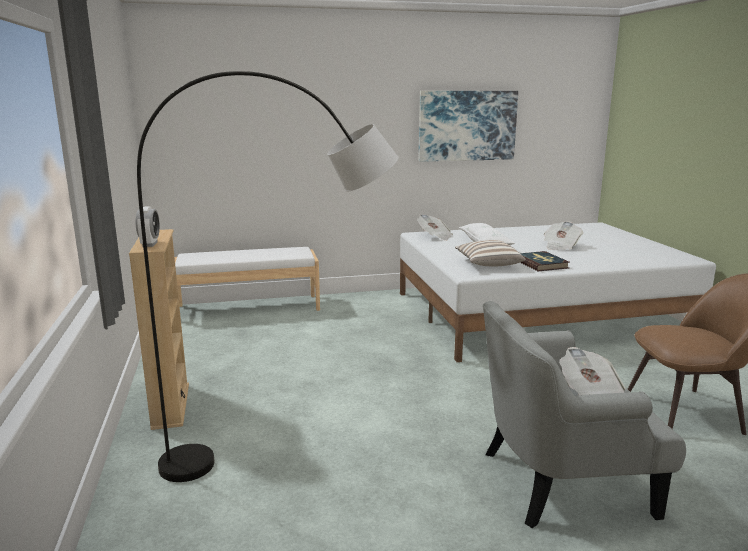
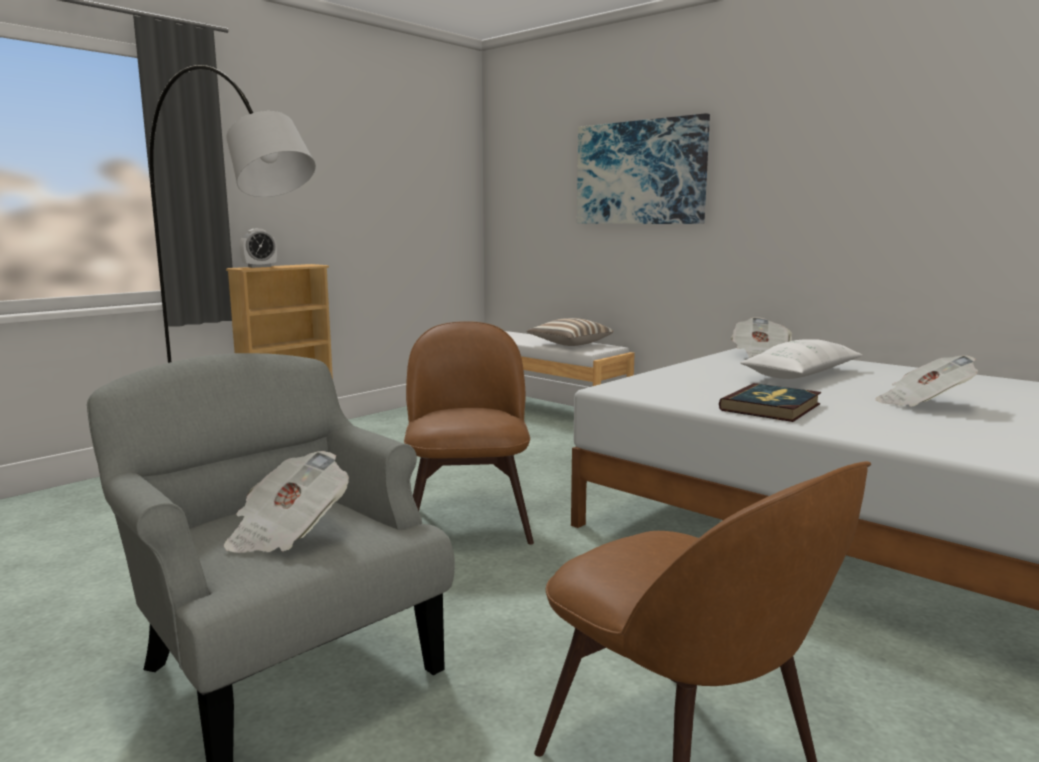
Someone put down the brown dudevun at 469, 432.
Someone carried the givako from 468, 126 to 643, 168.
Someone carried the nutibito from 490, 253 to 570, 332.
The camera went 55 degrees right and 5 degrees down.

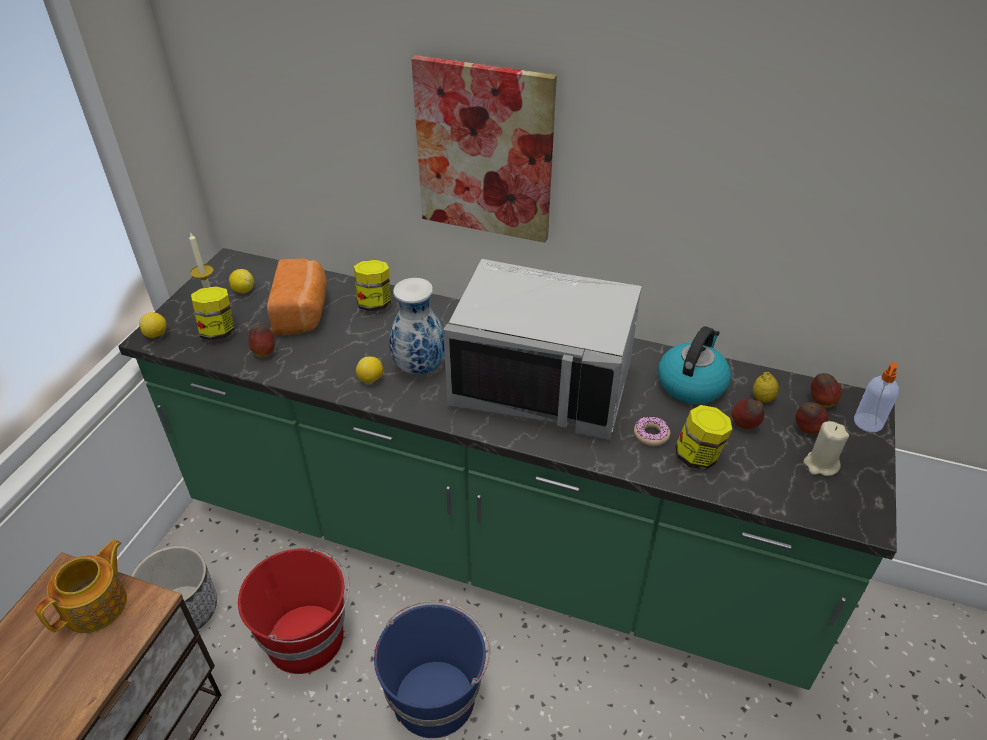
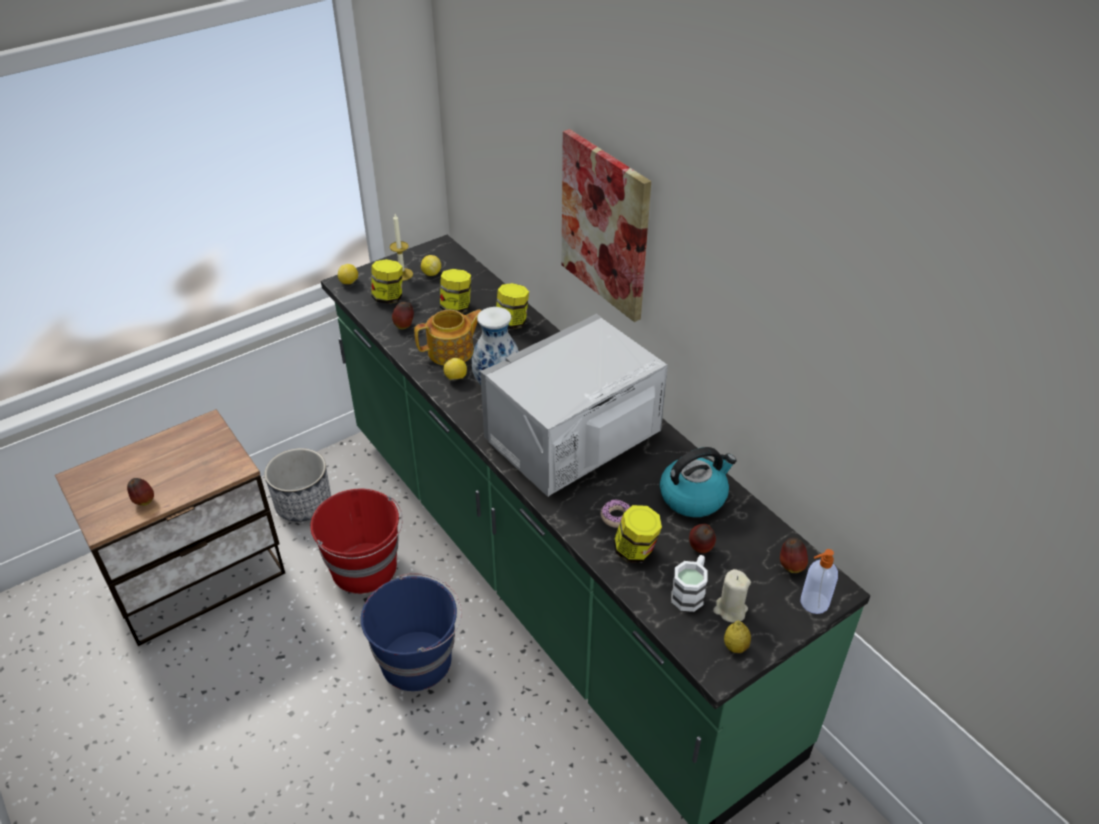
Someone put down the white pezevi at 689, 583.
Someone carried the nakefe from 81, 586 to 447, 337.
Someone carried the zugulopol from 766, 387 to 737, 637.
Someone carried the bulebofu from 811, 418 to 140, 492.
Someone swapped the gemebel at 297, 297 for the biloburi at 455, 291.
Someone rotated the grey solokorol at 542, 349 by 90 degrees clockwise.
The camera went 35 degrees right and 0 degrees up.

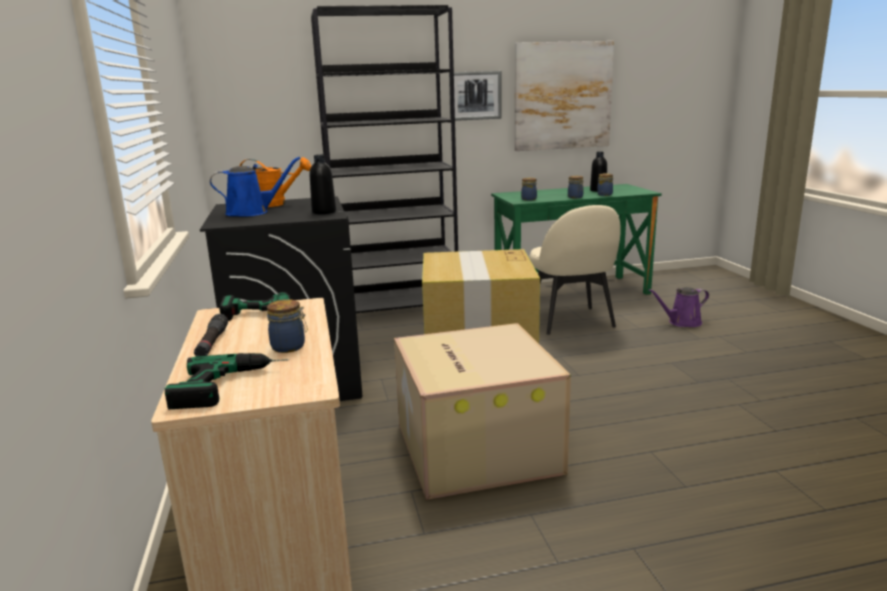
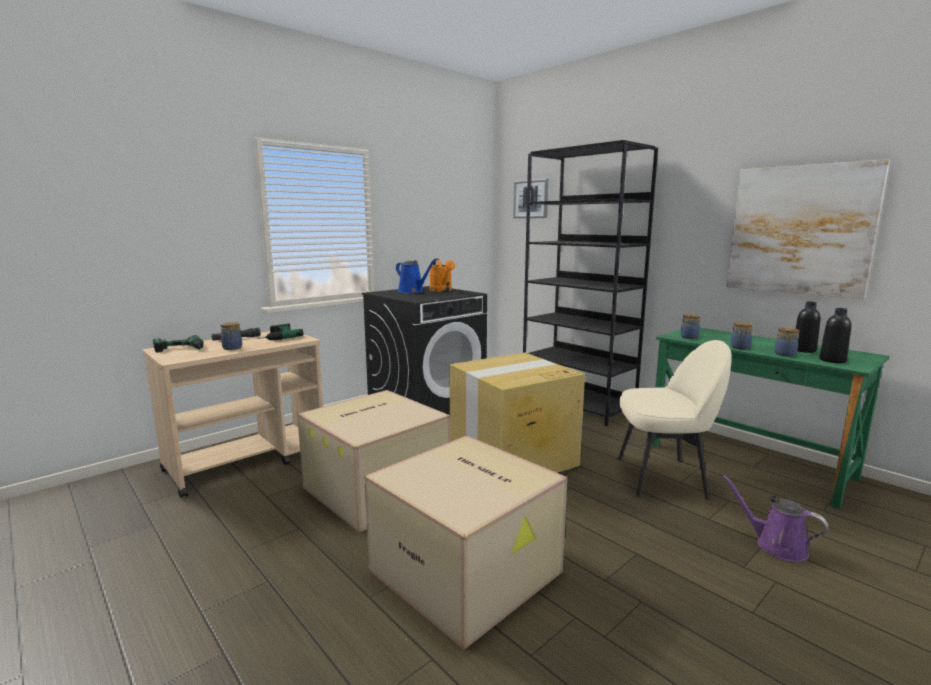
Someone put down the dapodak at 465, 542.
Someone carried the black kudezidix from 323, 184 to 835, 335.
Someone carried the givako from 475, 96 to 530, 198.
Someone rotated the beige dudevun at 575, 270 by 135 degrees counterclockwise.
The camera went 60 degrees right and 5 degrees down.

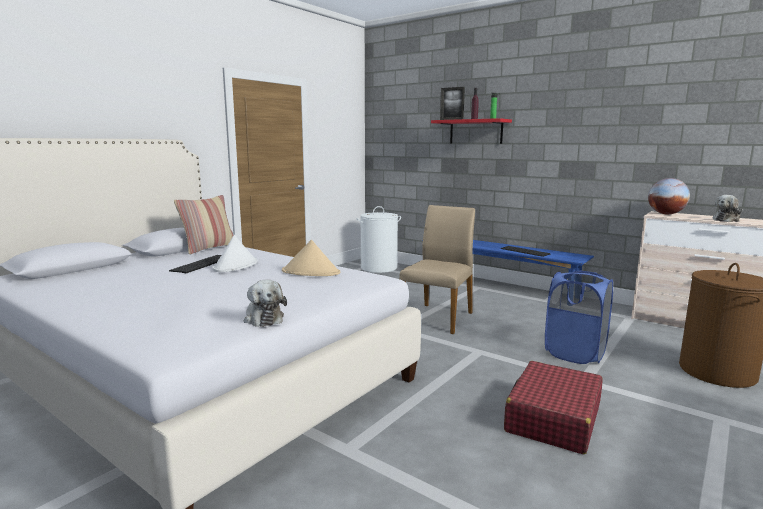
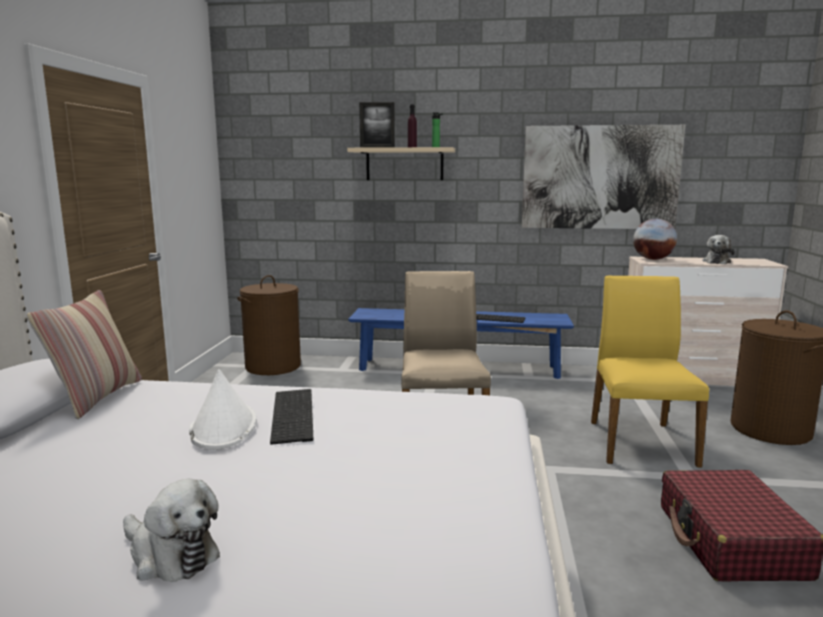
Someone took away the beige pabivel at 311, 258.
Someone put up the givako at 603, 177.
Someone carried the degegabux from 195, 264 to 291, 417.
Someone carried the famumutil from 265, 303 to 171, 530.
Someone swapped the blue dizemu at 579, 317 for the yellow dudevun at 650, 372.
Someone repainted the white dizemu at 379, 239, which became the brown dizemu at 269, 325.
Someone repainted the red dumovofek at 471, 131, which became the beige dumovofek at 401, 163.
The camera went 30 degrees left and 0 degrees up.

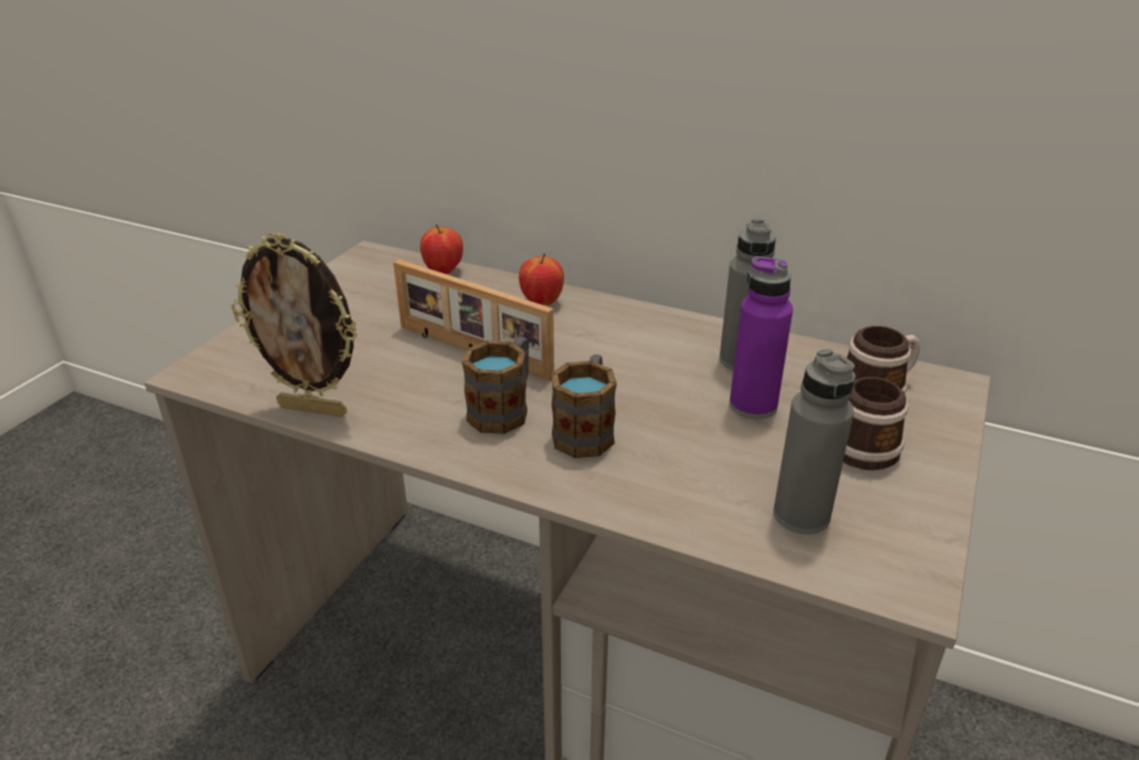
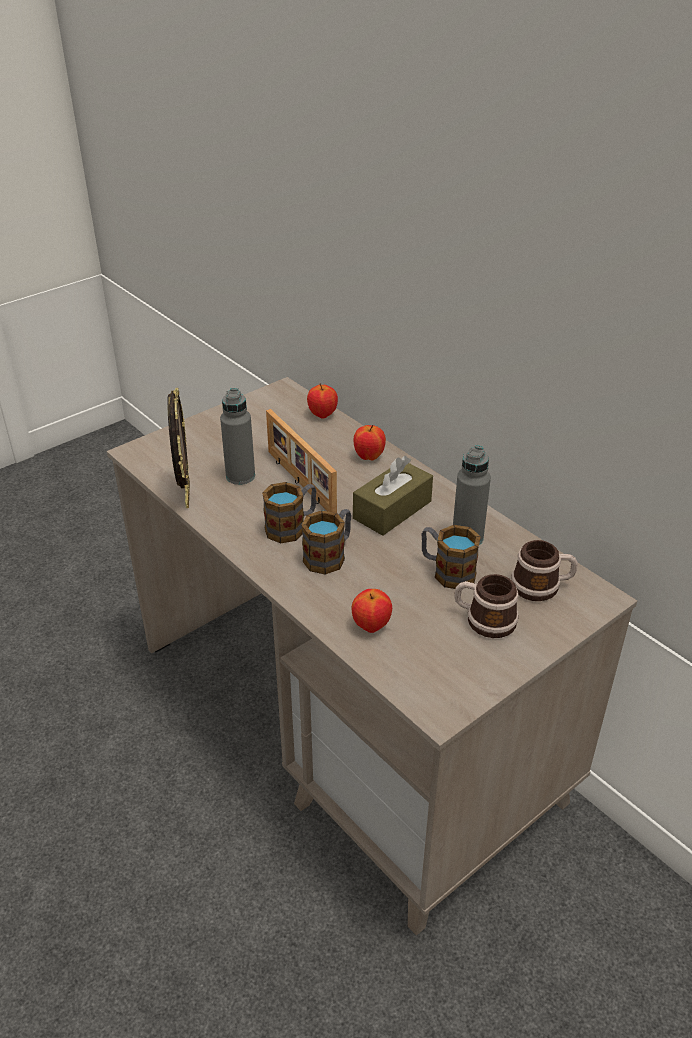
Someone put down the bulebofu at 371, 611.
Someone put down the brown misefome at 393, 496.
Someone carried the grey kudezidix from 814, 441 to 237, 436.
Someone swapped the purple kudezidix at 761, 337 for the pezevi at 451, 557.
Someone rotated the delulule at 294, 324 by 135 degrees counterclockwise.
The camera went 25 degrees right and 5 degrees up.

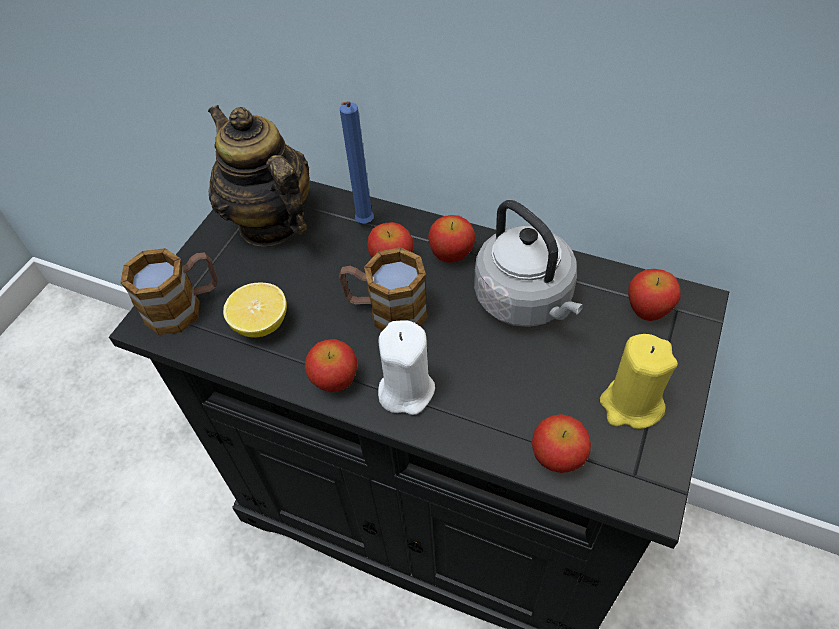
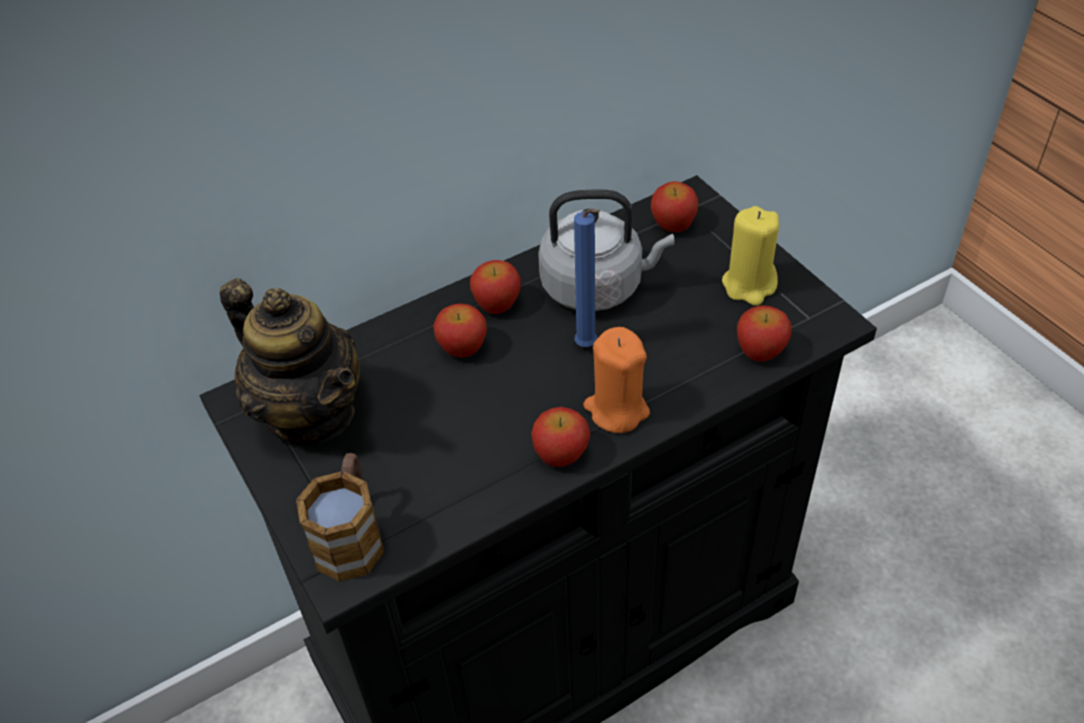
Someone took away the zugulopol at 255, 310.
Someone took away the pezevi at 383, 289.
Someone carried the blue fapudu from 357, 162 to 587, 277.
Someone repainted the white fapudu at 406, 367, which became the orange fapudu at 616, 380.
Someone rotated the nakefe at 259, 175 by 135 degrees counterclockwise.
The camera went 55 degrees left and 5 degrees down.

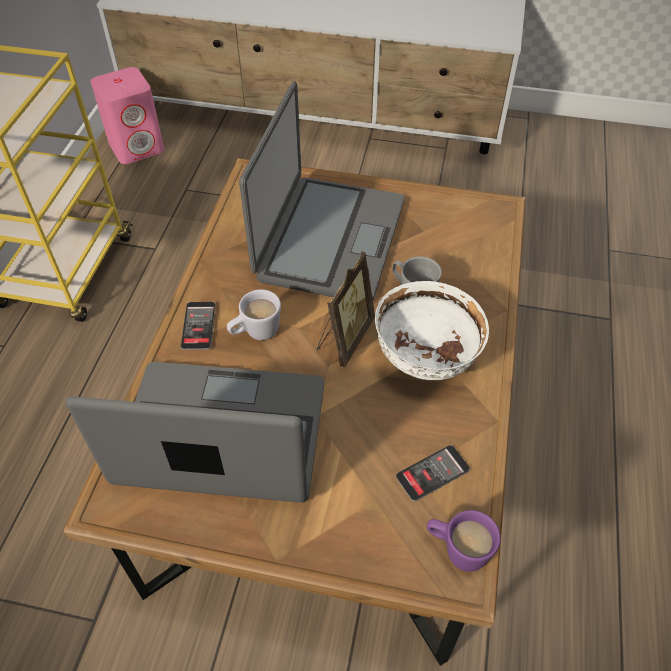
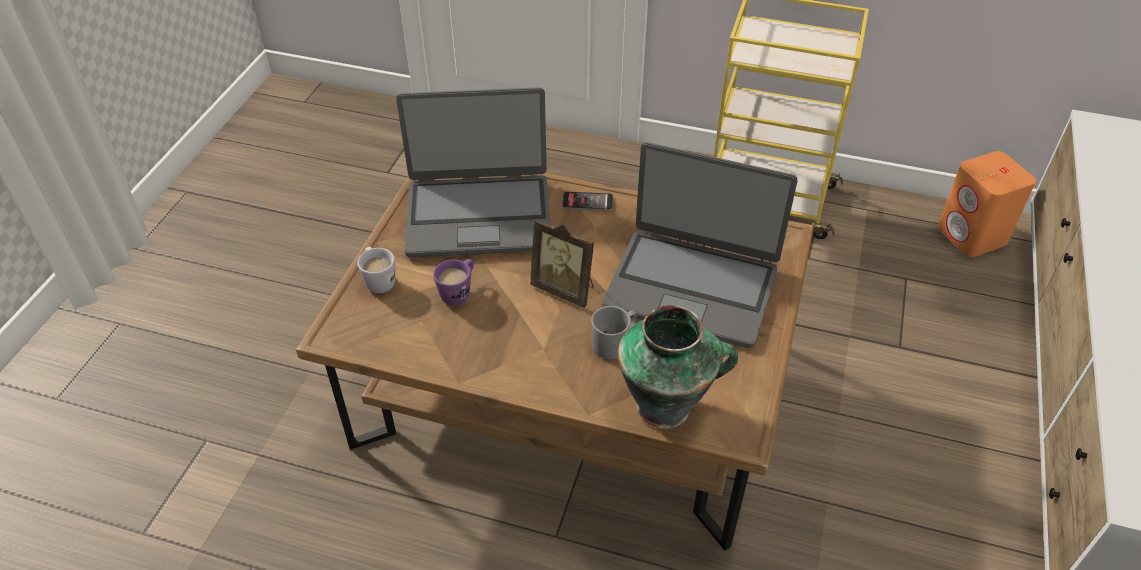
Someone took away the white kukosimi at 432, 330.
Someone took away the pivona at 433, 473.
Someone put down the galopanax at 678, 367.
Someone carried the white pezevi from 254, 314 to 376, 270.
Someone carried the purple pezevi from 464, 541 to 453, 282.
Someone repainted the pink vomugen at 127, 115, which became the orange vomugen at 986, 204.
Someone rotated the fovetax at 195, 432 by 75 degrees clockwise.
The camera went 95 degrees right and 5 degrees down.

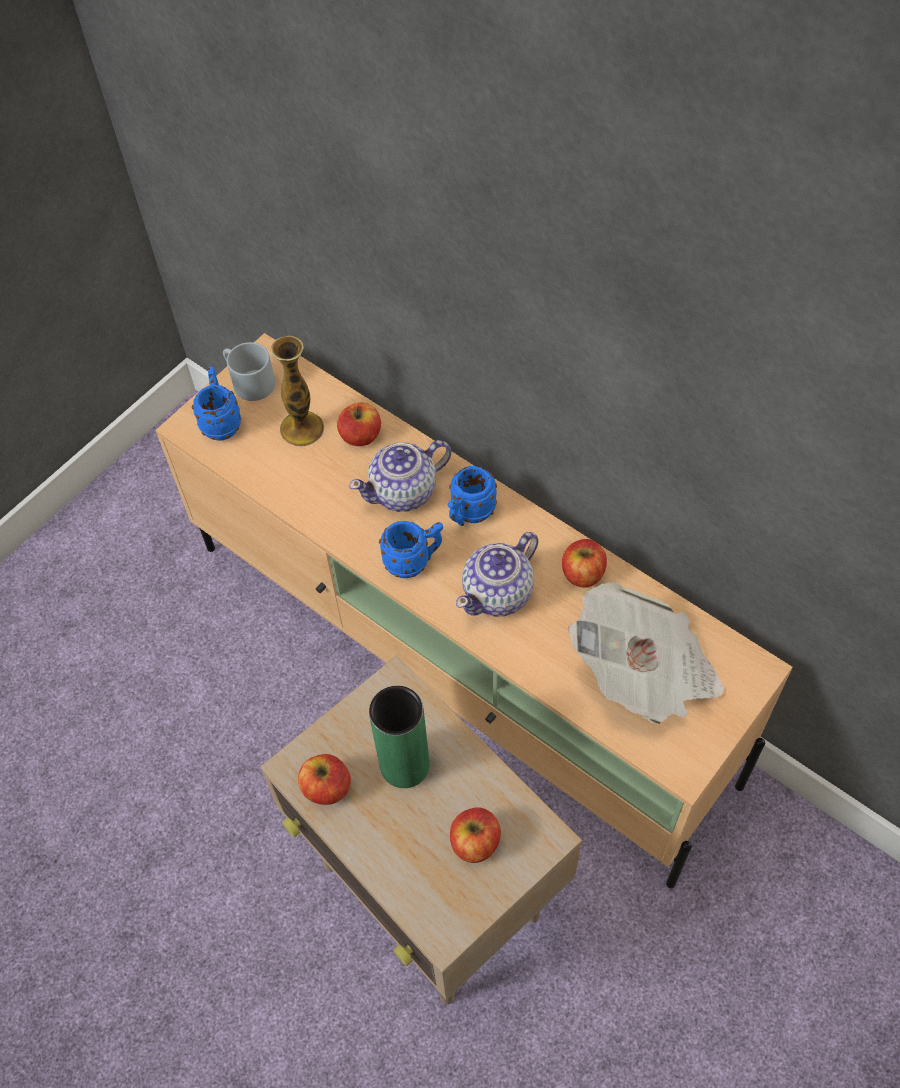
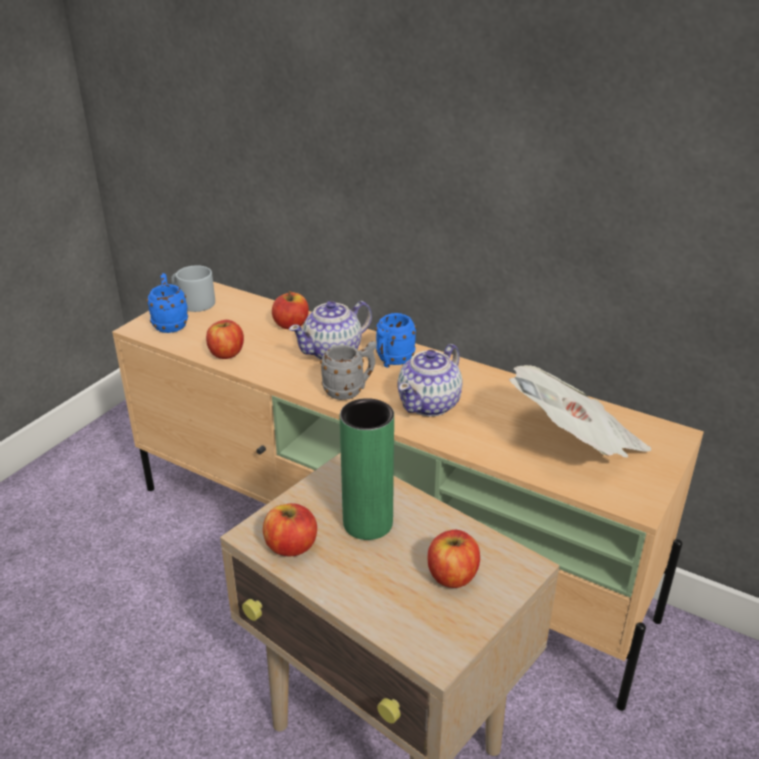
Someone took away the galopanax at 297, 391.
Someone carried the bulebofu from 584, 563 to 225, 339.
Someone repainted the blue pezevi at 411, 549, which became the grey pezevi at 348, 370.
The camera went 10 degrees left and 25 degrees down.

